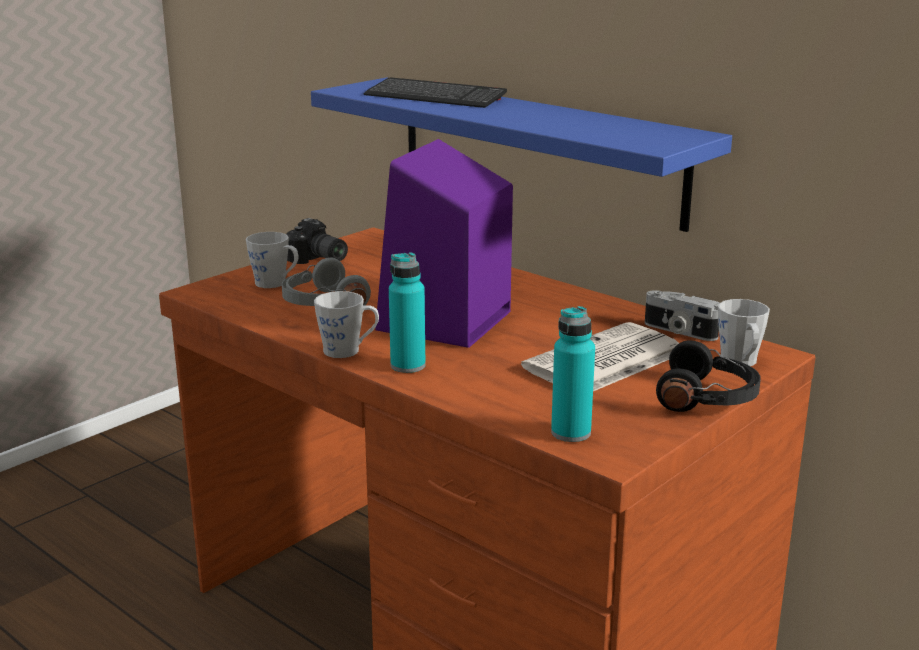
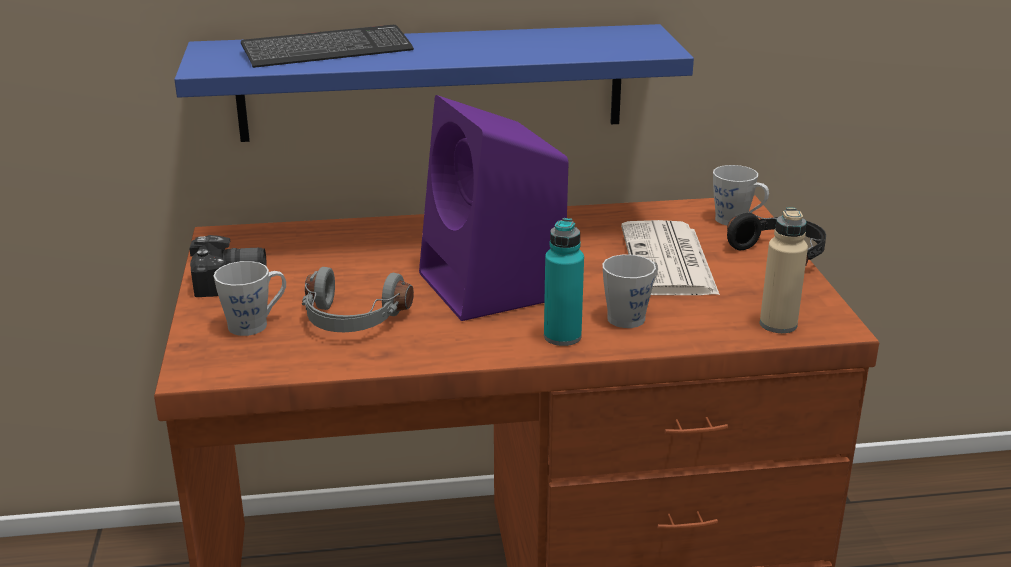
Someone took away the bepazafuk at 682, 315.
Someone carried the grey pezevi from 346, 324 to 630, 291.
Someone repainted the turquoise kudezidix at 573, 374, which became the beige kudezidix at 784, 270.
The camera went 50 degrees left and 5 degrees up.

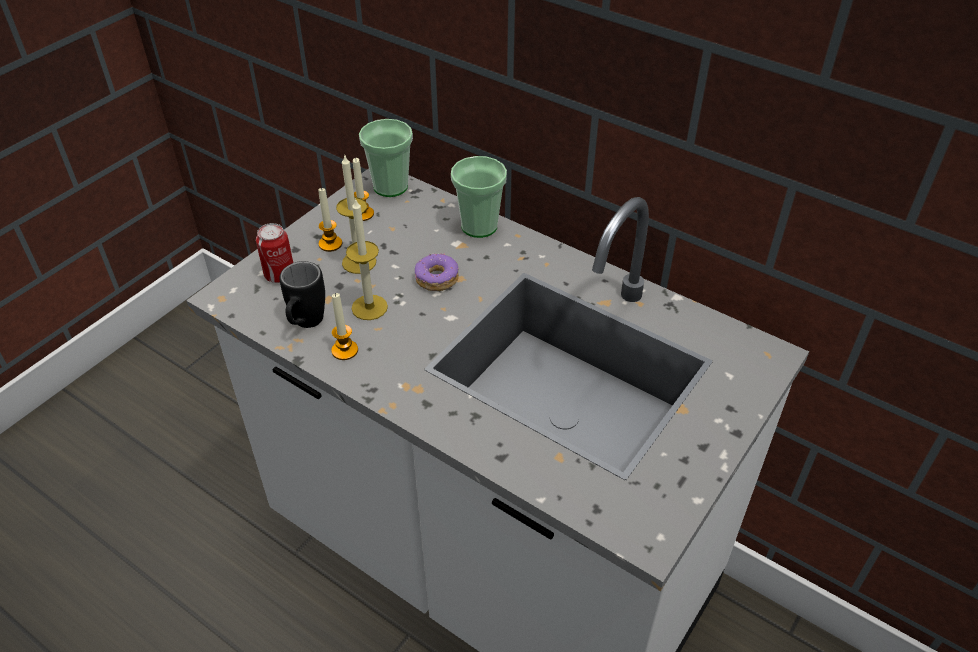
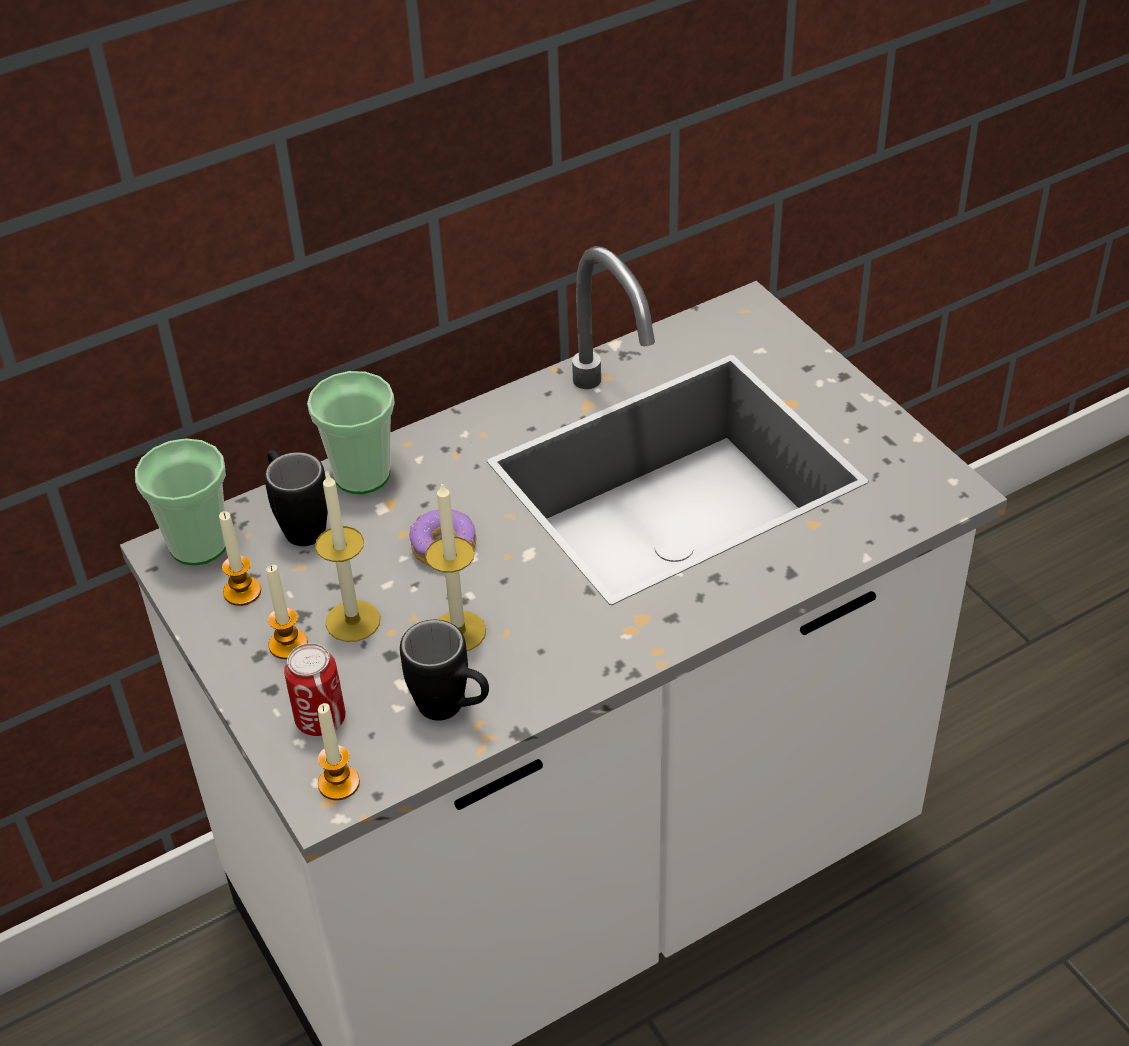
Someone put down the black pezevi at 296, 498.
Someone carried the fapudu from 344, 326 to 339, 751.
The camera went 65 degrees left and 0 degrees up.

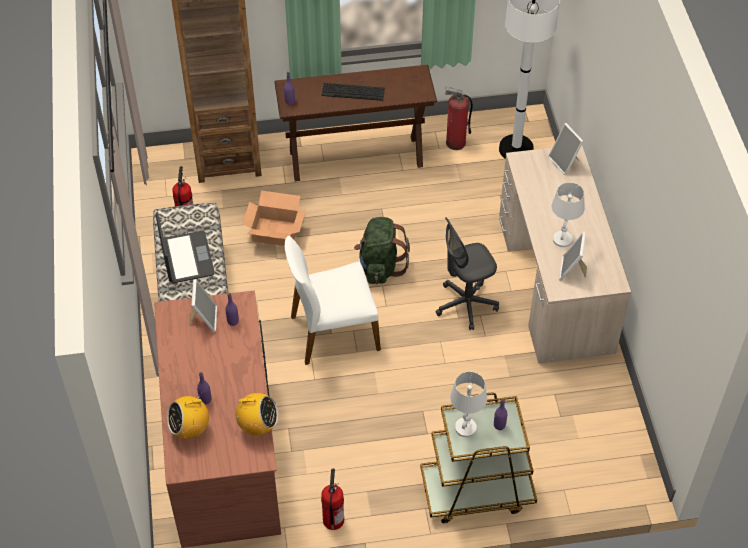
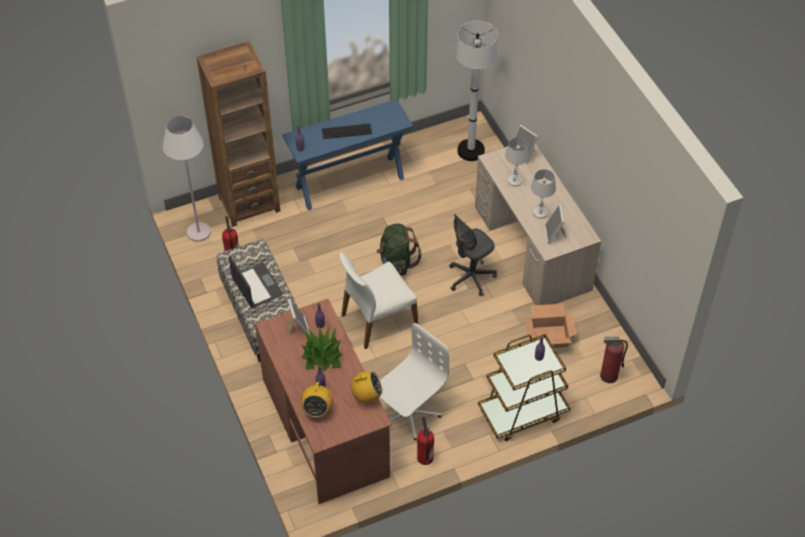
Someone put down the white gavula at 187, 179.
Someone put down the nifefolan at 321, 348.
Someone put down the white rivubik at 414, 381.
Someone carried the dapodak from 274, 218 to 551, 326.
Someone carried the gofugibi from 459, 118 to 614, 359.
Someone carried the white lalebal from 468, 404 to 517, 161.
Someone repainted the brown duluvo at 355, 123, which became the blue duluvo at 348, 154.
Someone rotated the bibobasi at 188, 415 by 45 degrees counterclockwise.
The camera went 15 degrees left and 0 degrees up.

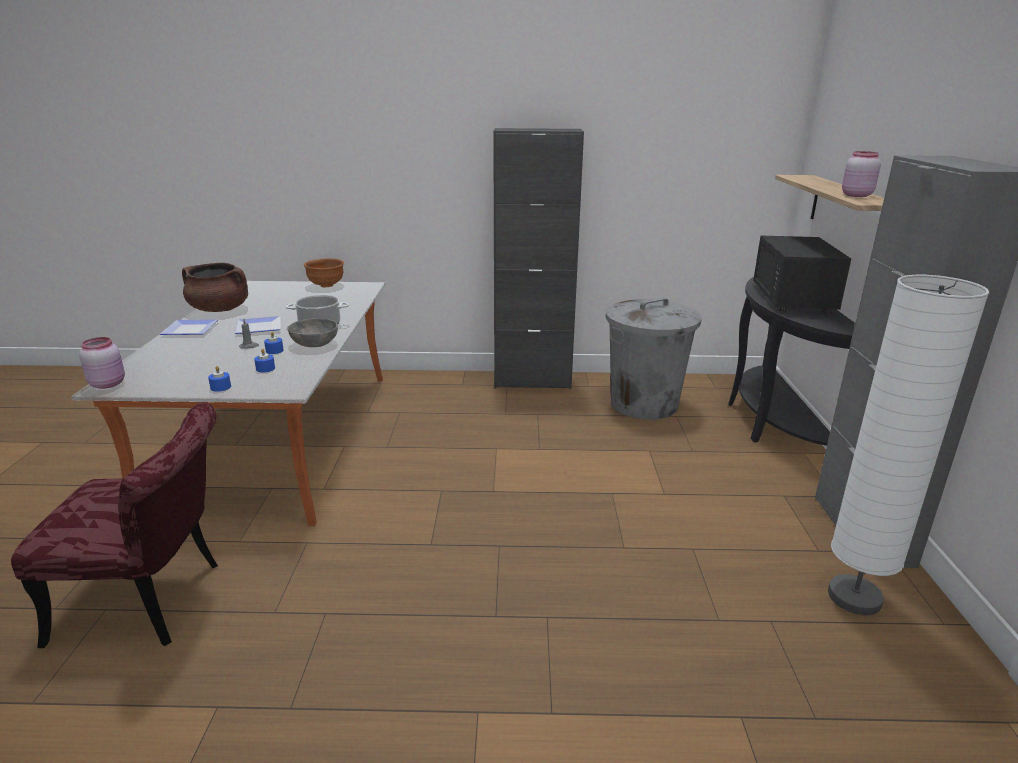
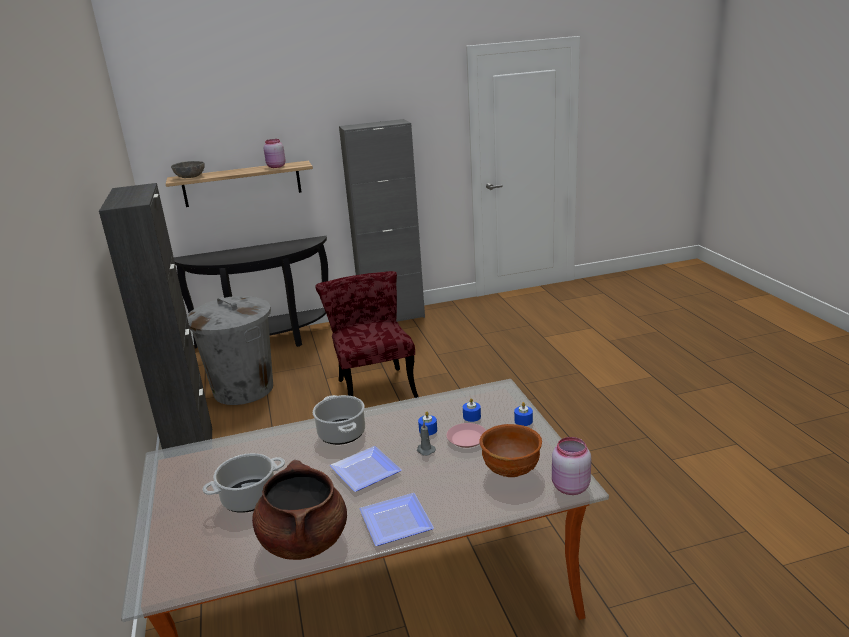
Someone took away the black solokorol at 802, 274.
Someone took away the white gavula at 908, 445.
Someone put down the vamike at 244, 483.
Someone put down the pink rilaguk at 466, 435.
Someone carried the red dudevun from 114, 525 to 366, 334.
Someone carried the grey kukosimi from 312, 332 to 188, 169.
Someone carried the brown kukosimi from 324, 272 to 510, 450.
The camera went 105 degrees left and 0 degrees up.

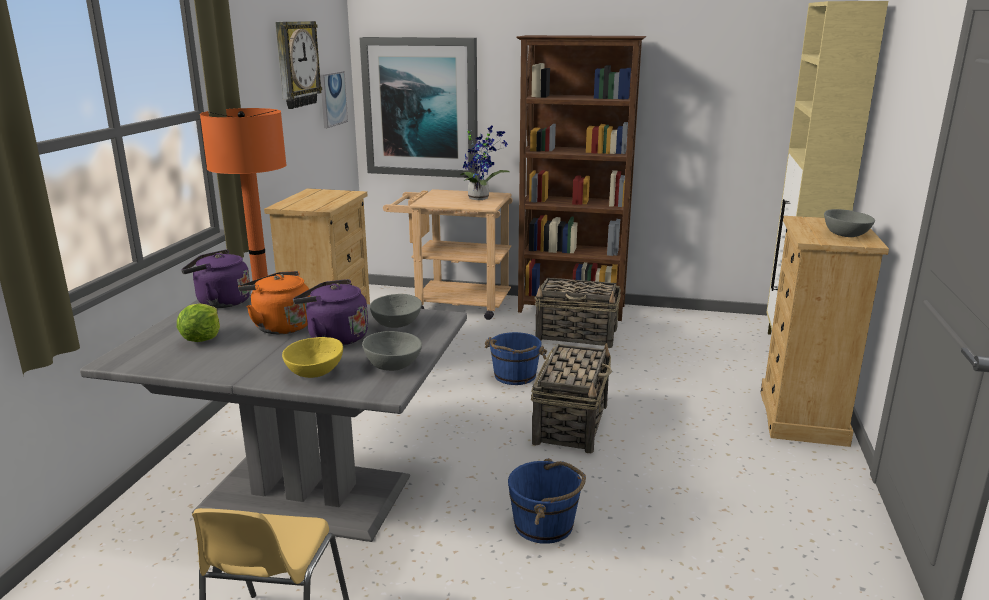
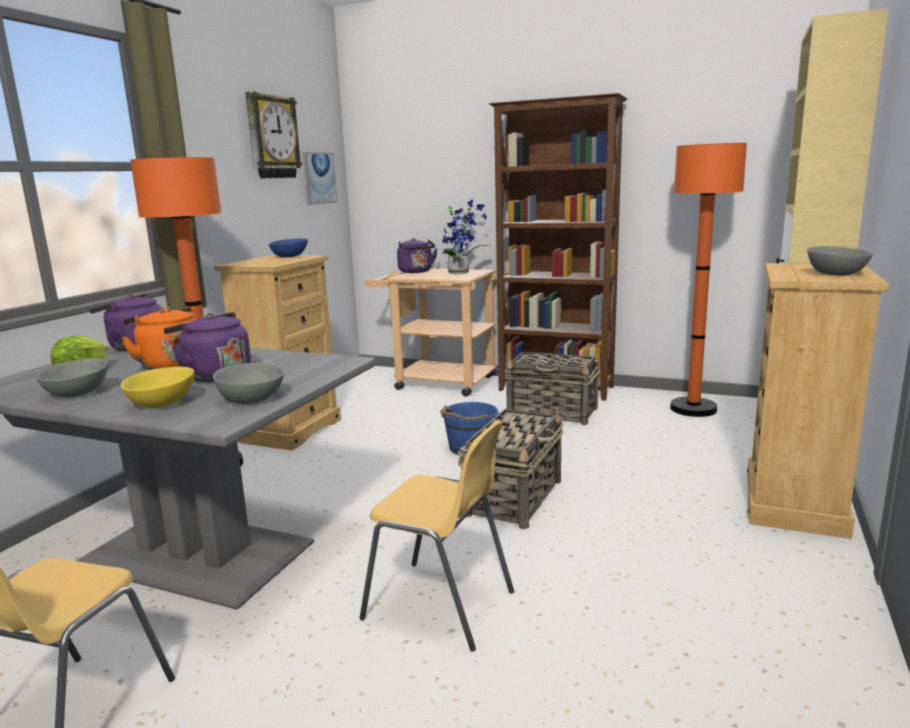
Someone took away the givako at 418, 107.
Someone put down the blue kukosimi at 288, 248.
Someone put down the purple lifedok at 417, 255.
Someone put down the orange gavula at 708, 280.
Someone carried the grey kukosimi from 396, 311 to 72, 377.
Someone swapped the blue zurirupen at 547, 501 for the yellow dudevun at 437, 536.
The camera went 10 degrees right and 5 degrees down.

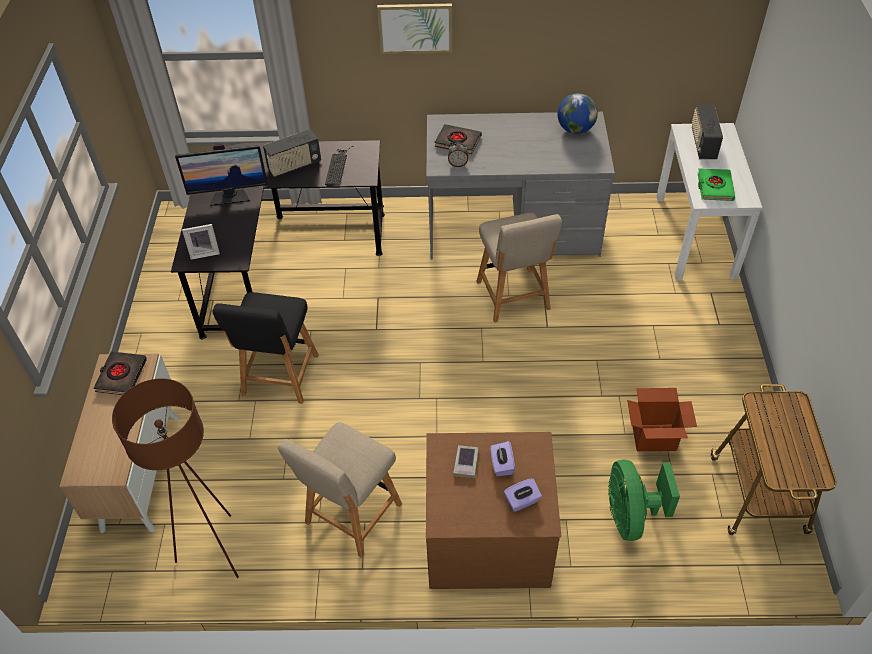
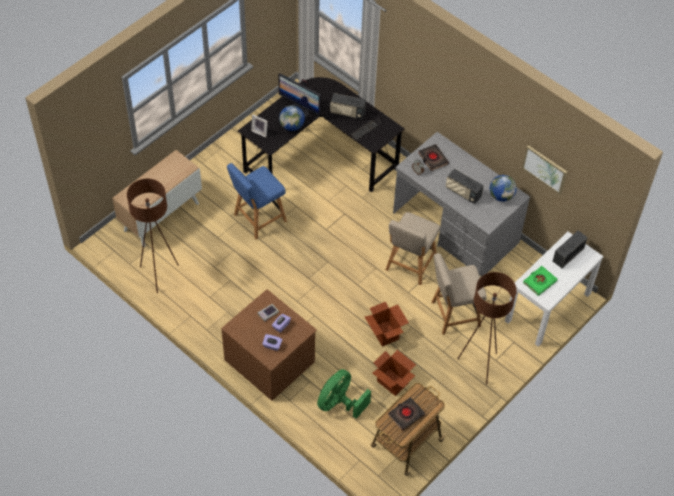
Someone put down the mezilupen at 292, 118.
Someone put down the dapodak at 387, 324.
Someone put down the bibobasi at 465, 186.
Someone put down the brown gavula at 487, 328.
Someone carried the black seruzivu from 120, 373 to 406, 414.
Someone carried the beige dudevun from 340, 490 to 458, 294.
Someone carried the givako from 414, 29 to 544, 169.
Someone repainted the black dudevun at 266, 348, which became the blue dudevun at 257, 201.
The camera went 40 degrees right and 5 degrees up.

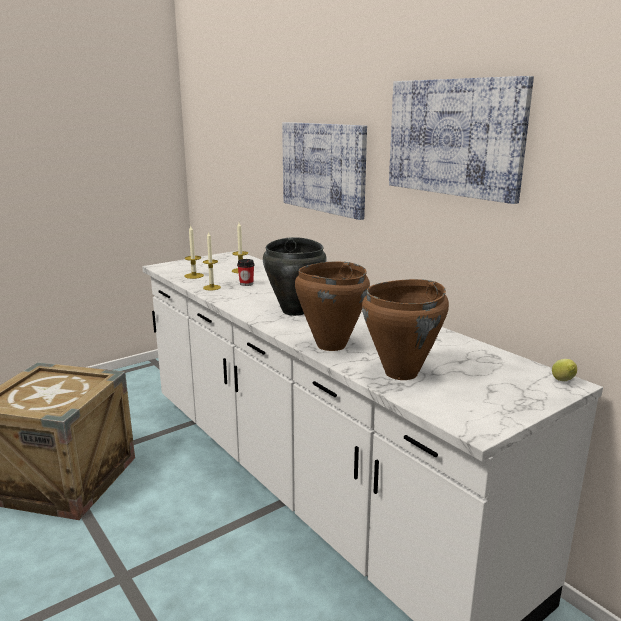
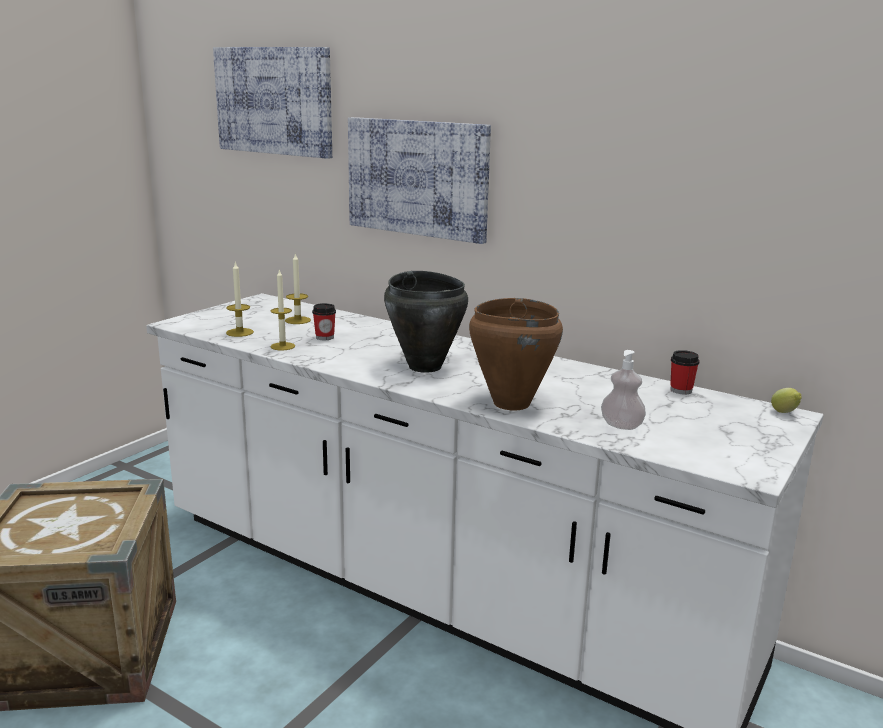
Someone put down the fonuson at 685, 372.
Someone carried the givako from 461, 140 to 272, 103.
Someone swapped the brown vamike at 405, 329 for the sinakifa at 623, 390.
The camera went 20 degrees left and 0 degrees up.

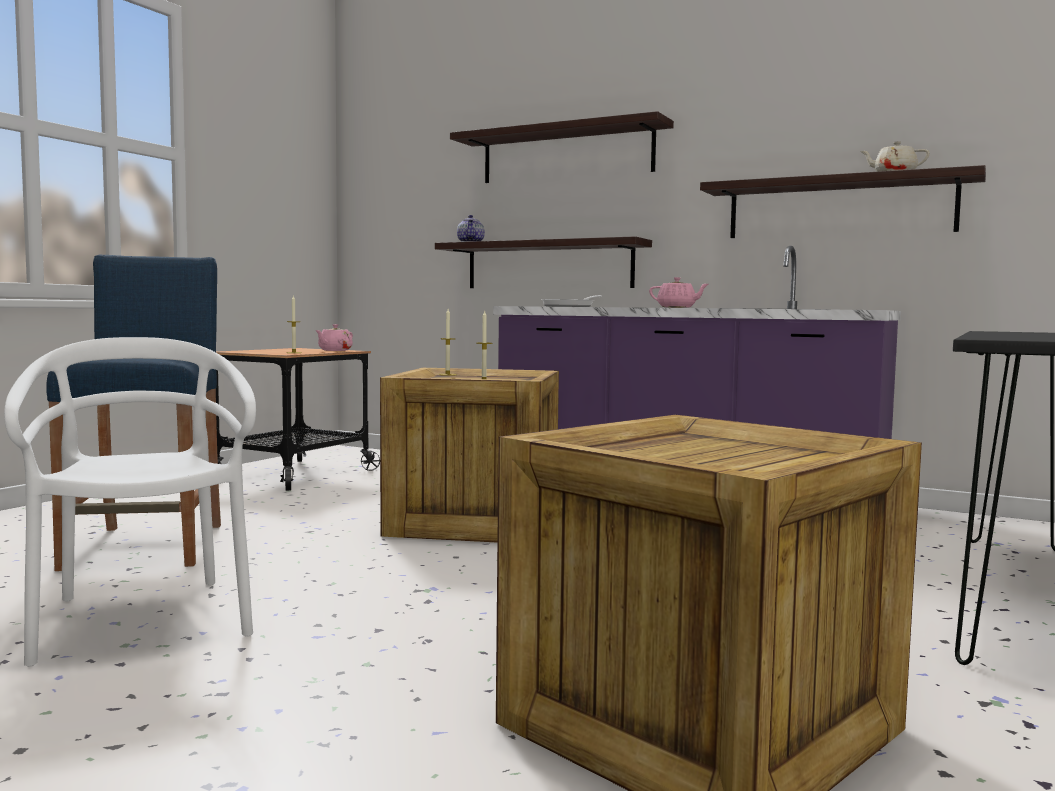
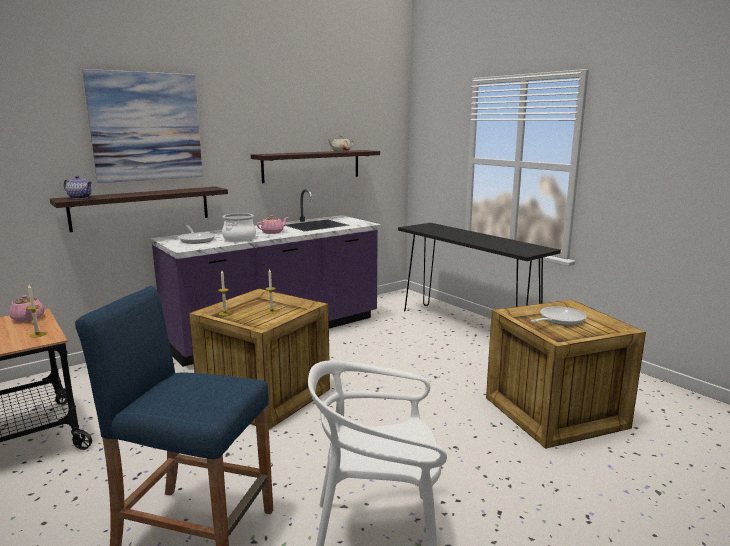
Someone put down the vamike at 239, 227.
Someone put down the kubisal at 559, 315.
Someone swapped the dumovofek at 562, 147 for the givako at 143, 126.
The camera went 65 degrees left and 10 degrees up.

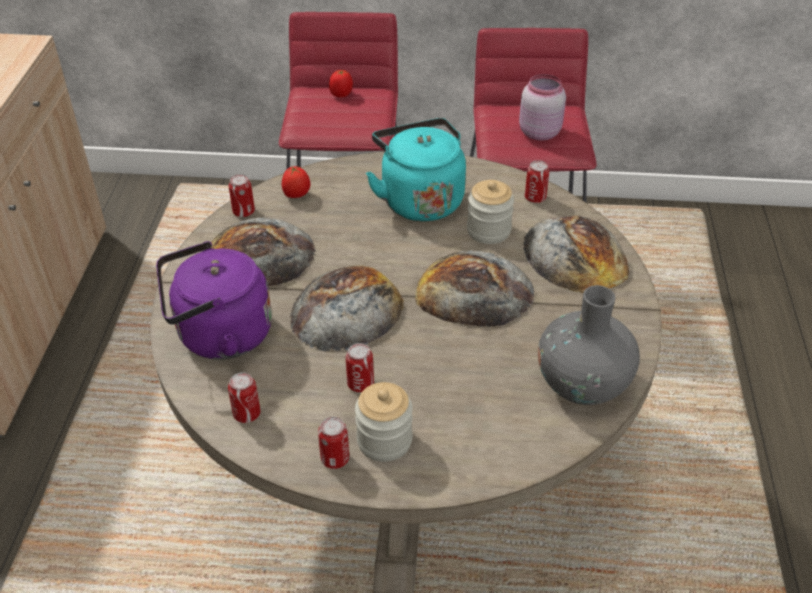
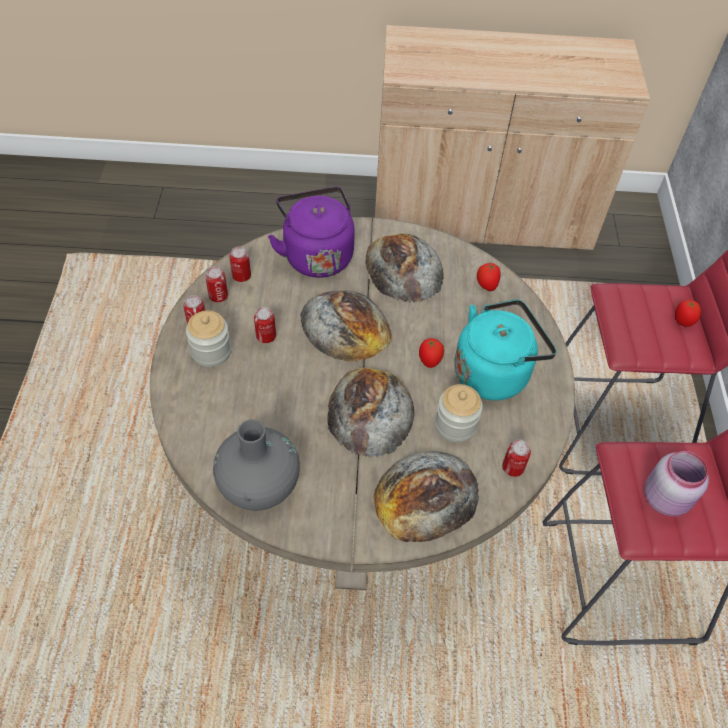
Someone put down the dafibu at 431, 353.
Someone carried the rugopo from 242, 195 to 216, 284.
The camera went 85 degrees right and 10 degrees up.

